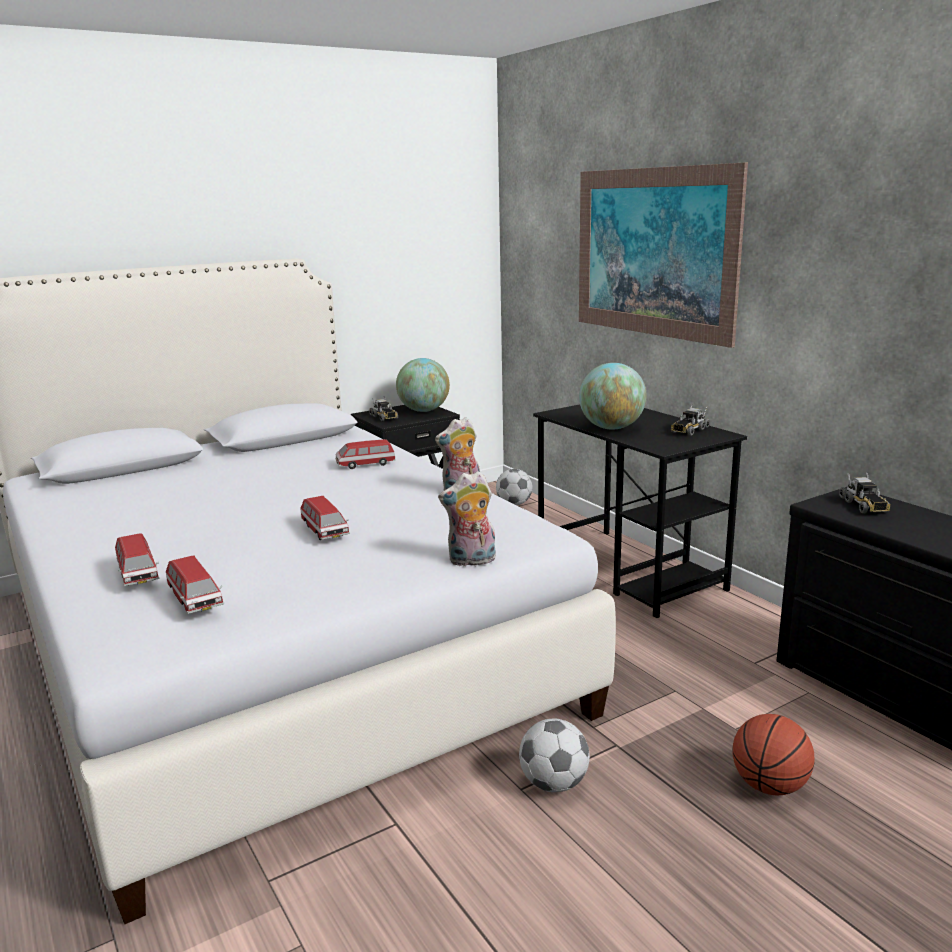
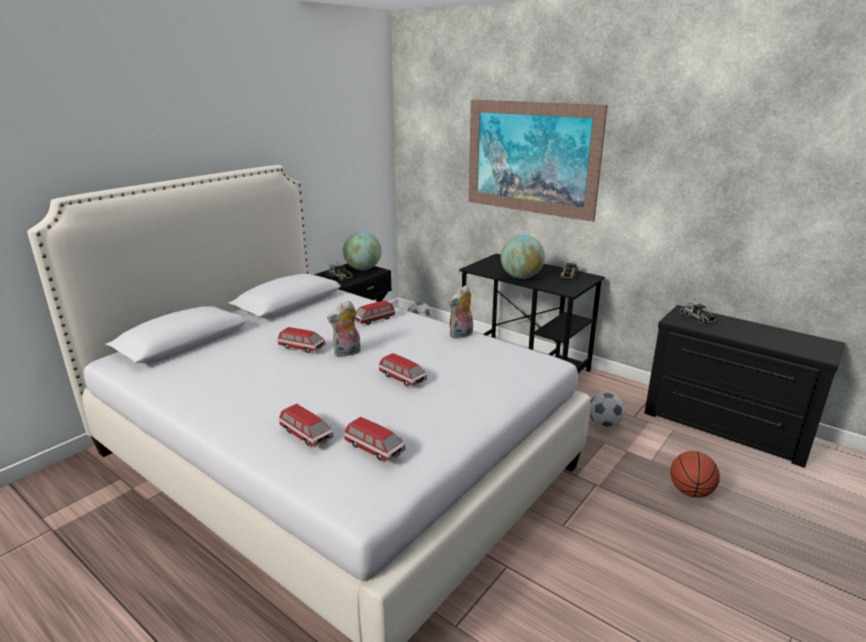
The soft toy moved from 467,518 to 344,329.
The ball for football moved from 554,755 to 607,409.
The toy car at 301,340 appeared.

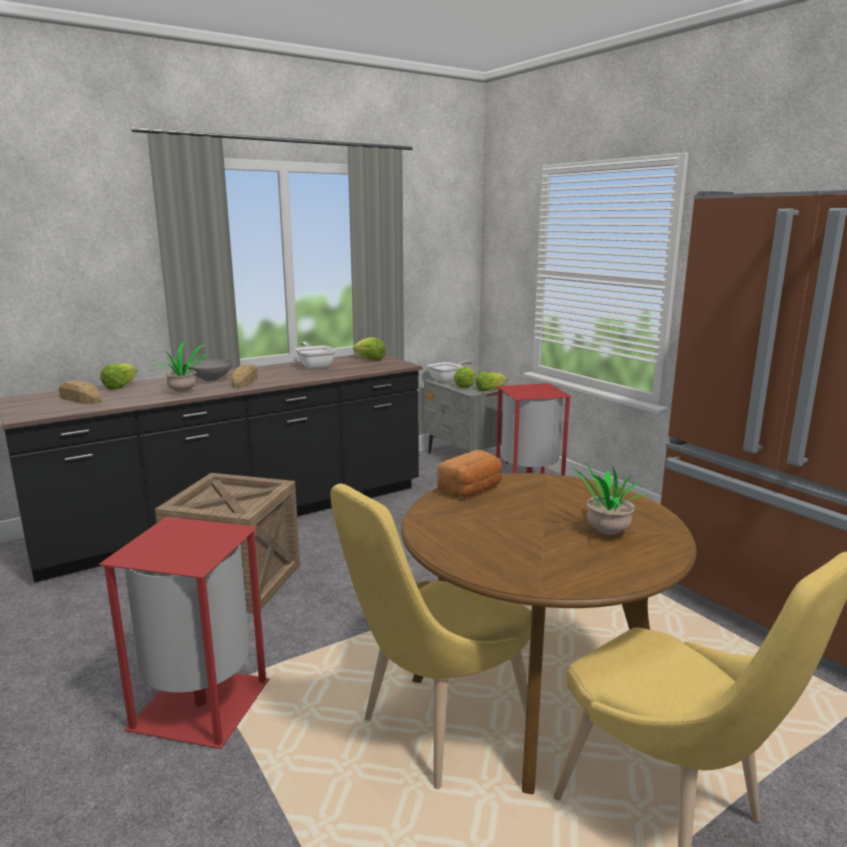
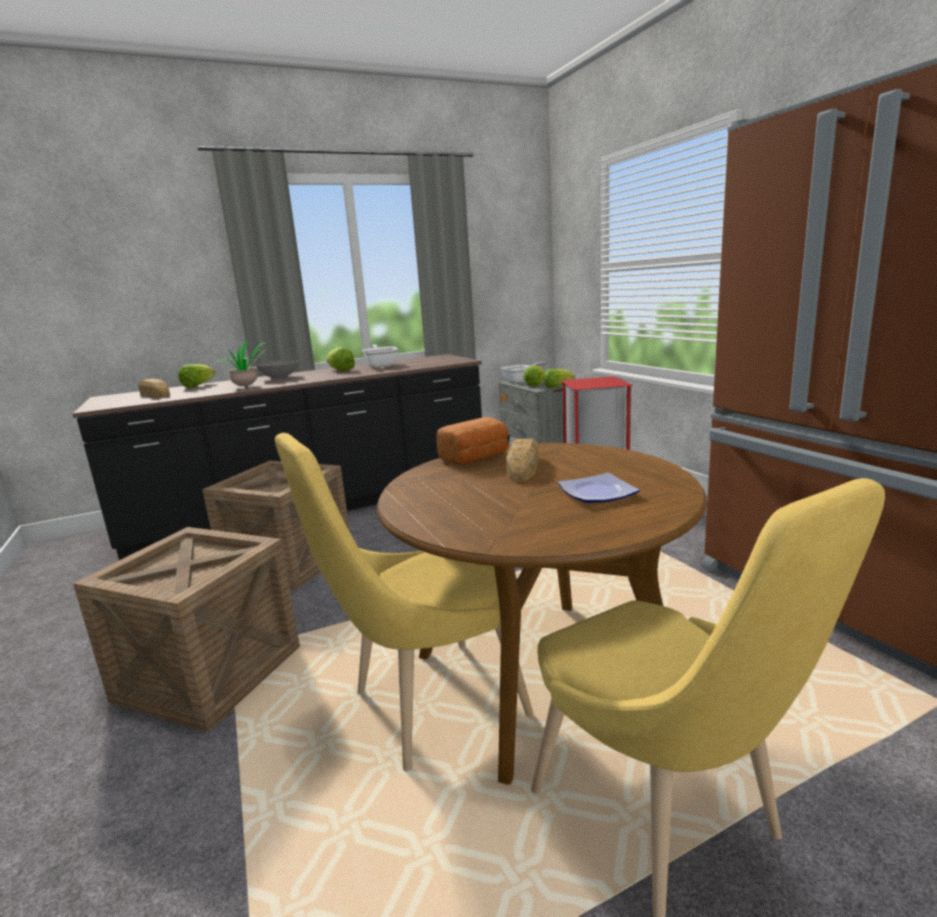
The lettuce moved from 369,349 to 340,359.
The bread moved from 244,376 to 522,460.
The plant in a pot at 609,496 was replaced by the flat dish at 599,488.
The red rubbish bin at 184,633 was replaced by the packing crate at 186,629.

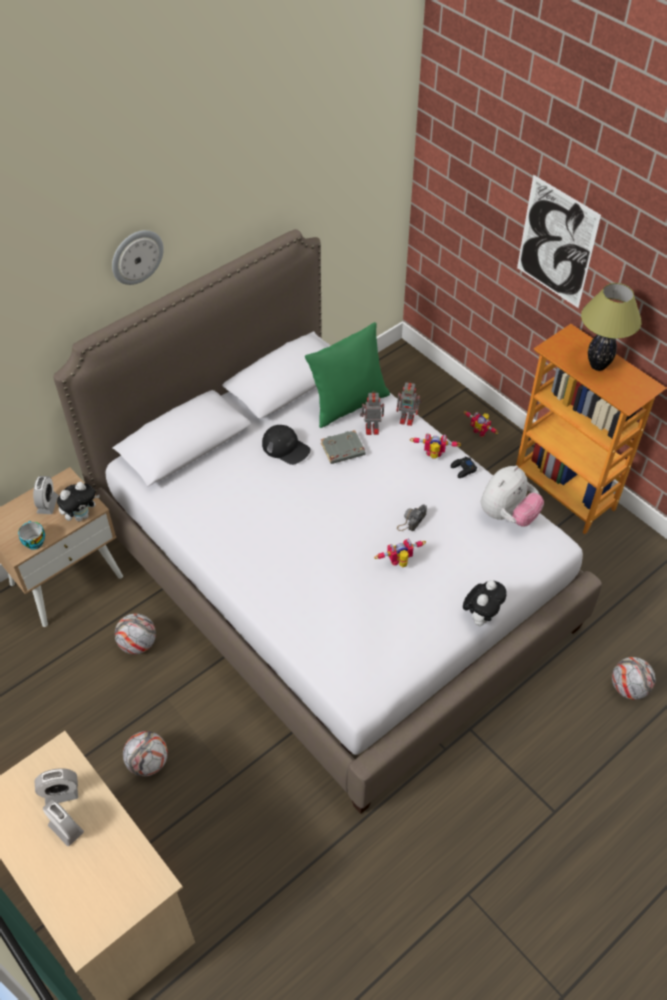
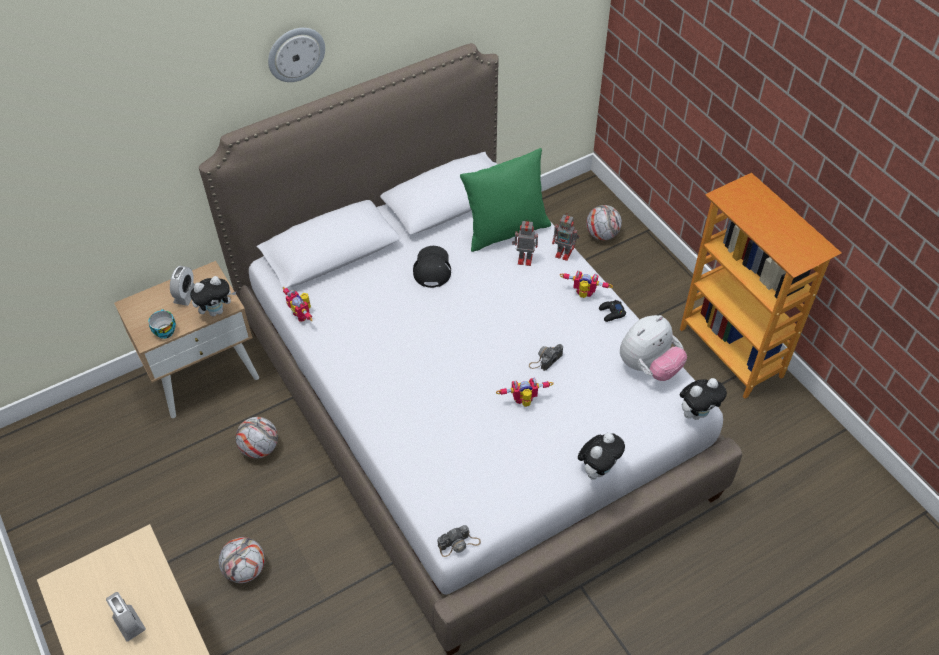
The picture at 559,241 disappeared.
The tabletop lamp at 611,327 disappeared.
The robot figure moved from 481,424 to 298,304.
The blackish cap at 286,445 turned 135 degrees counterclockwise.
The greyish bound book at 343,447 disappeared.
The ball for football moved from 633,678 to 604,222.
The bedside clock at 56,786 disappeared.
The soft toy at 703,399 appeared.
The photo camera at 459,541 appeared.

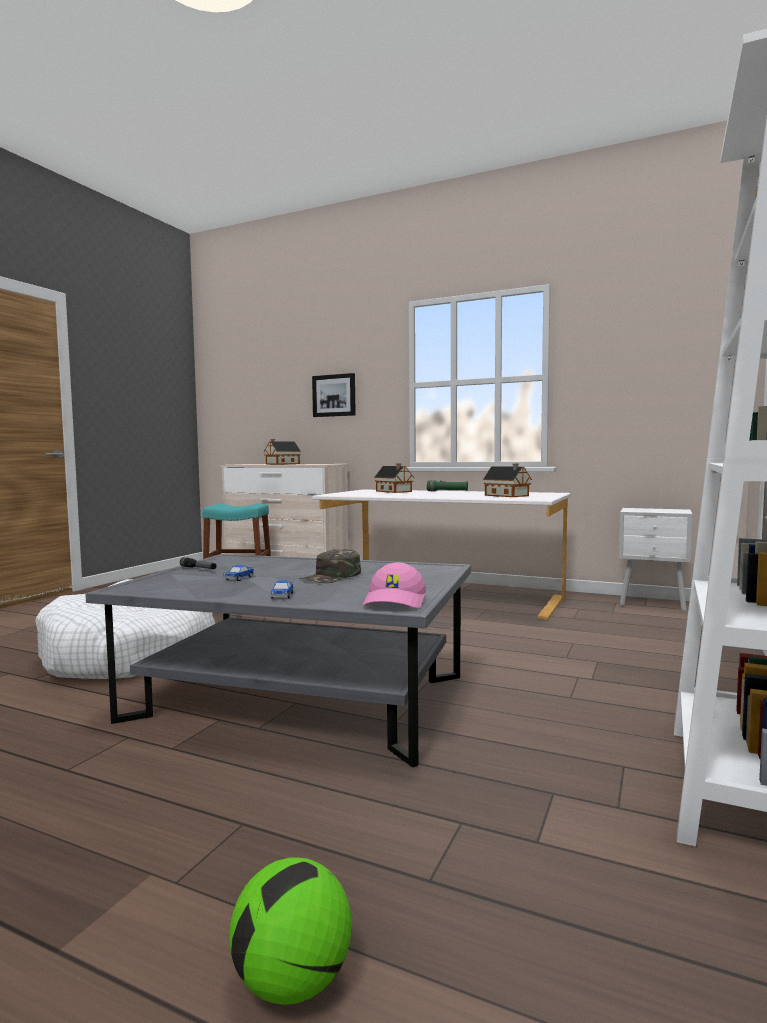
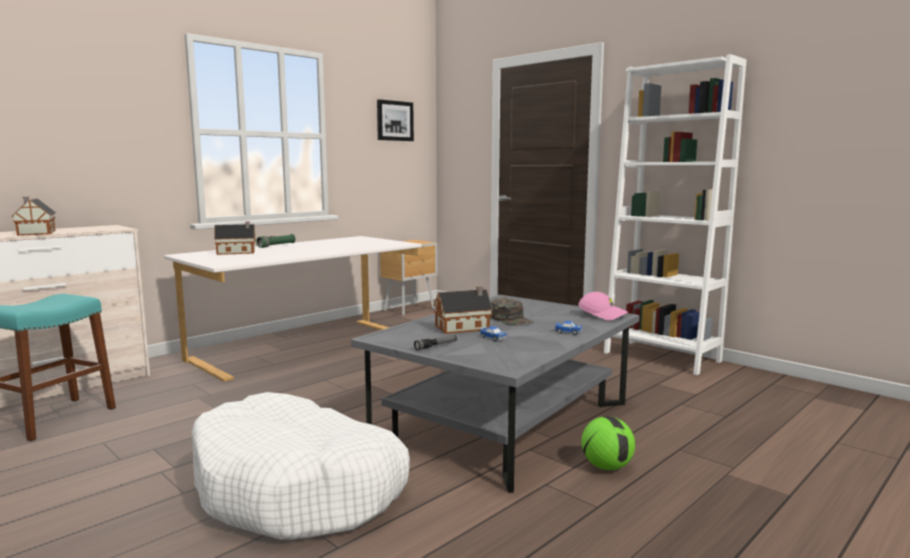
The picture moved from 334,395 to 395,120.
The model house moved from 507,480 to 463,310.
The white-coloured night table at 655,560 became the brown-coloured night table at 408,278.
The ball for football moved from 290,931 to 608,443.

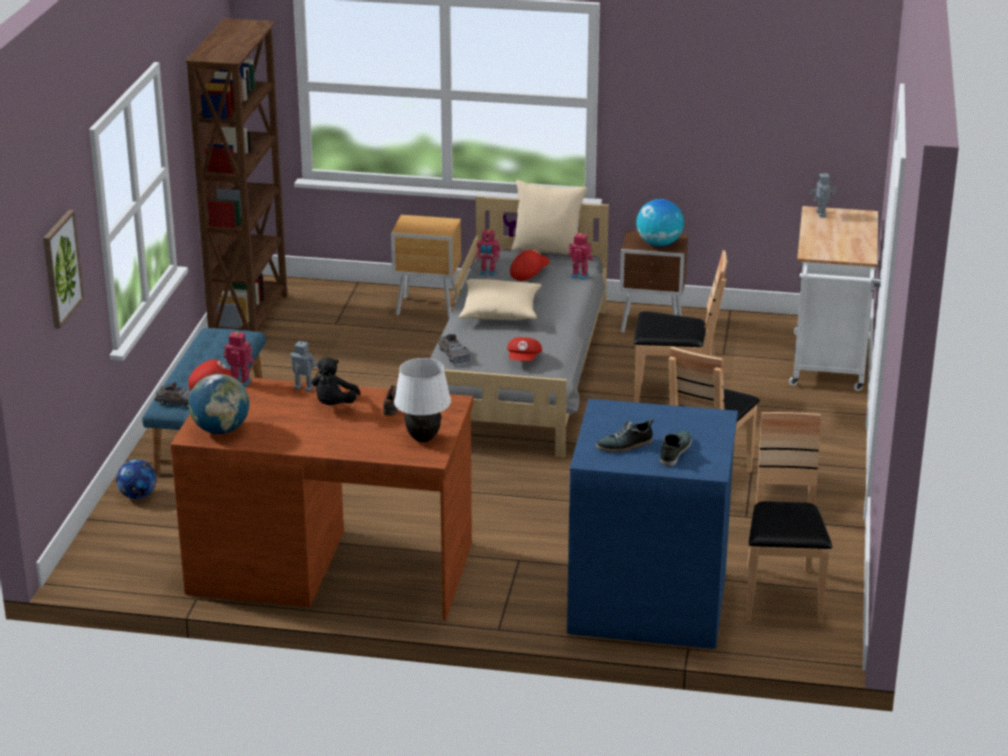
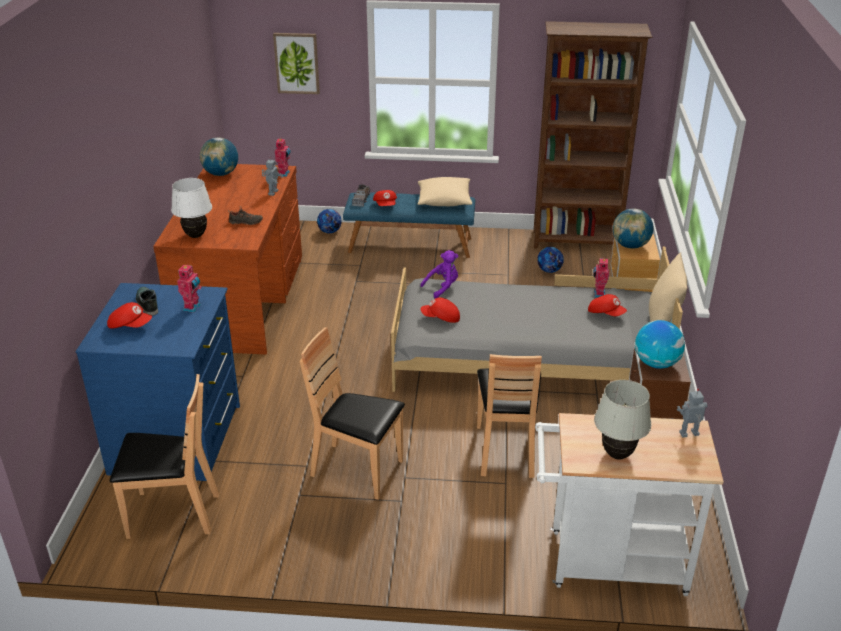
The robot figure moved from 580,256 to 189,288.
The beige pillow moved from 500,299 to 445,191.
The greyish toy car at 454,350 was replaced by the purple soft toy at 439,274.
The blackish soft toy at 336,381 disappeared.
The low shoe at 676,449 was replaced by the red cap at 129,315.
The desk globe at 633,229 appeared.
The ball for football at 550,260 appeared.
The white-coloured tabletop lamp at 622,420 appeared.

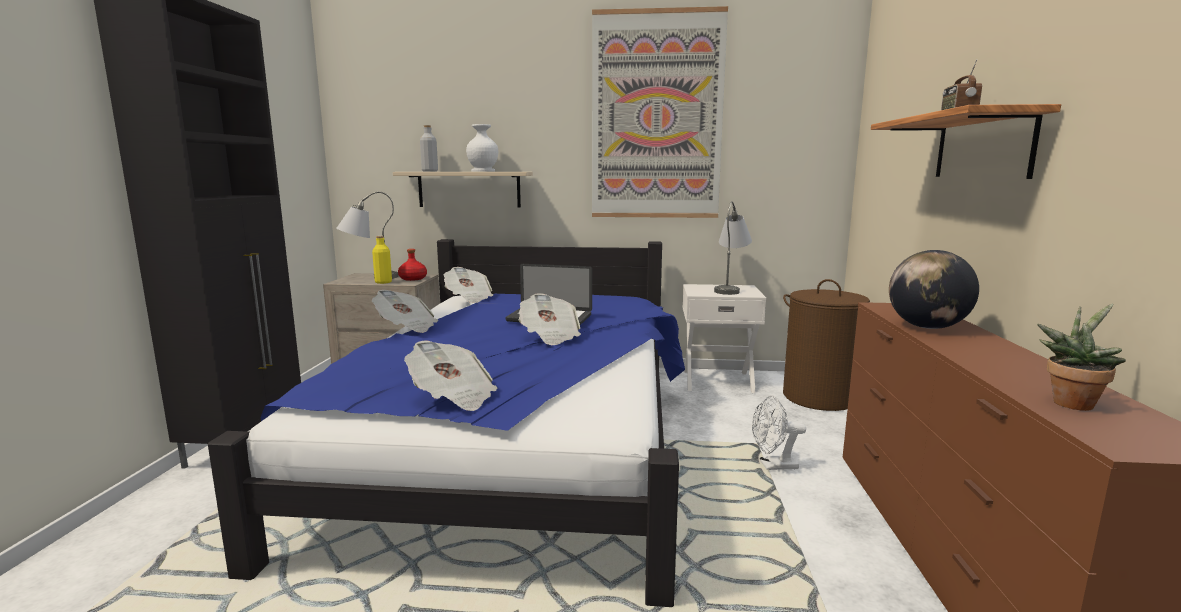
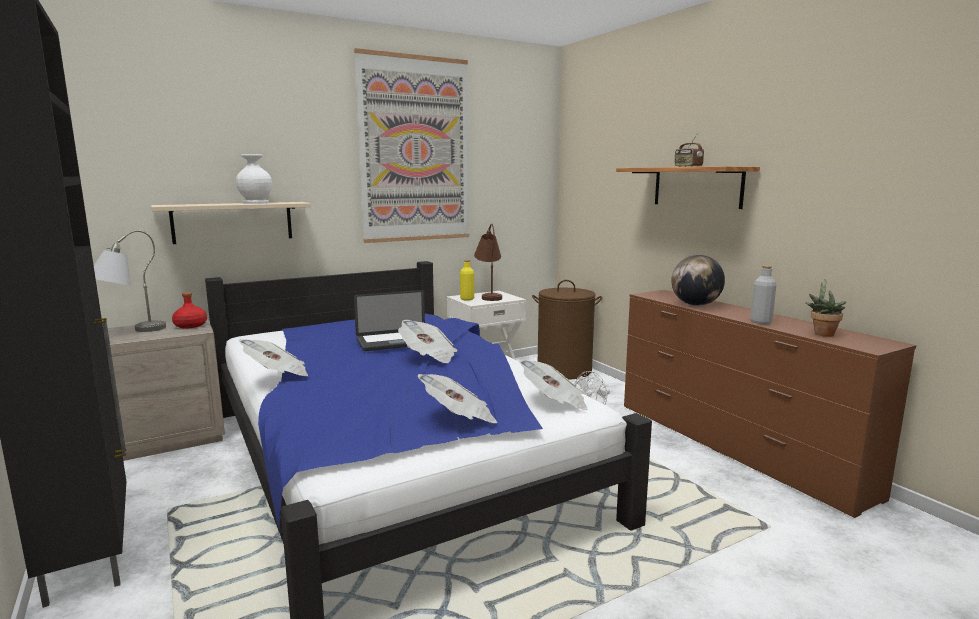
The greyish drink bottle moved from 429,148 to 763,294.
The greyish tabletop lamp at 733,248 became the brown-coloured tabletop lamp at 488,262.
The yellow-coloured drink bottle moved from 382,260 to 467,280.
The daily paper moved from 468,285 to 553,384.

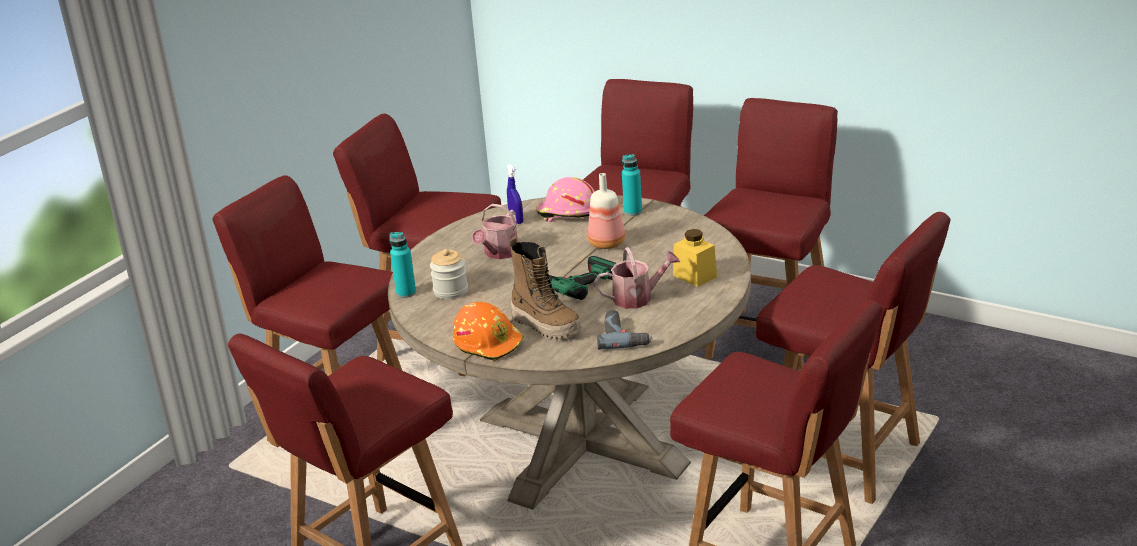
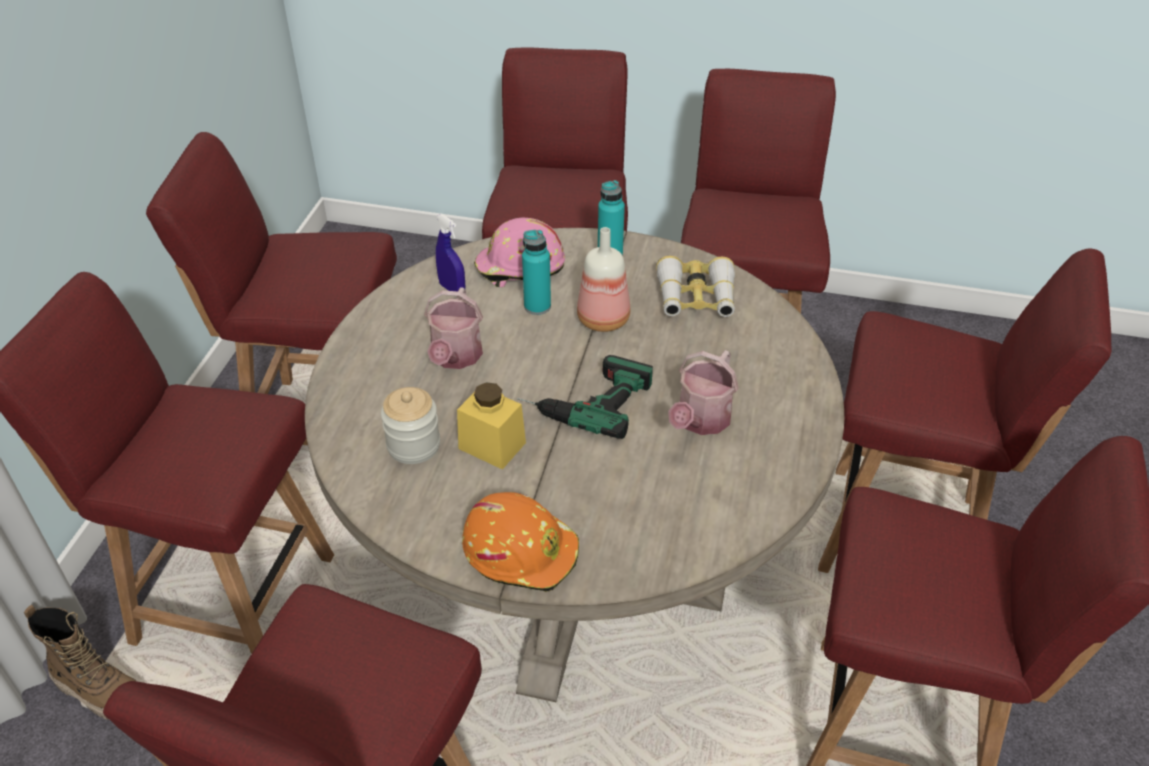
The yellow-coloured preserve jar moved from 695,258 to 491,426.
The turquoise drink bottle moved from 402,265 to 536,272.
The high-top boot moved from 545,288 to 80,662.
The watering can at 637,278 turned 150 degrees clockwise.
The power drill at 624,329 disappeared.
The pair of binoculars at 695,286 appeared.

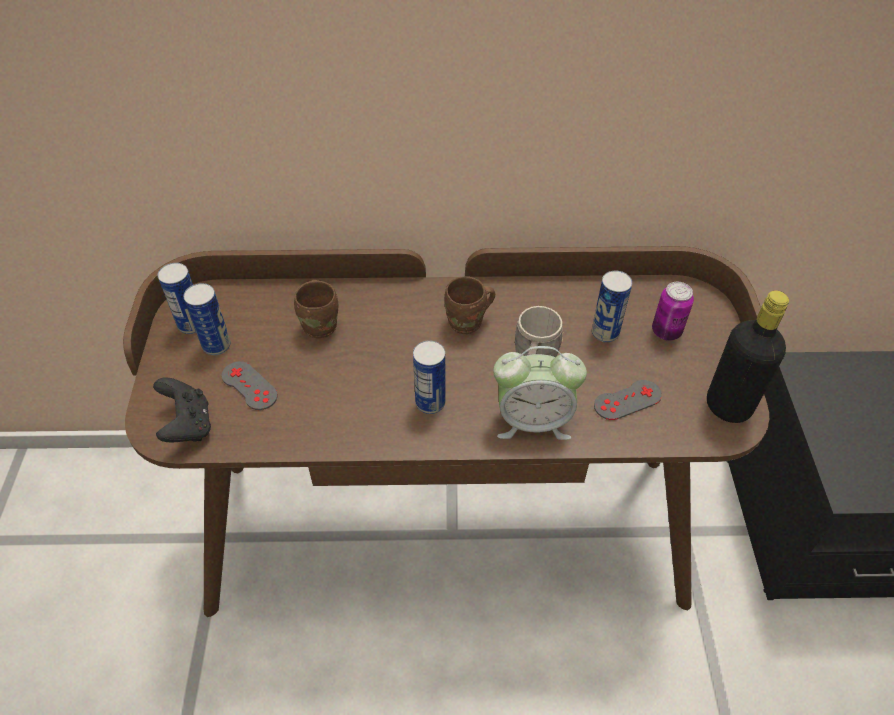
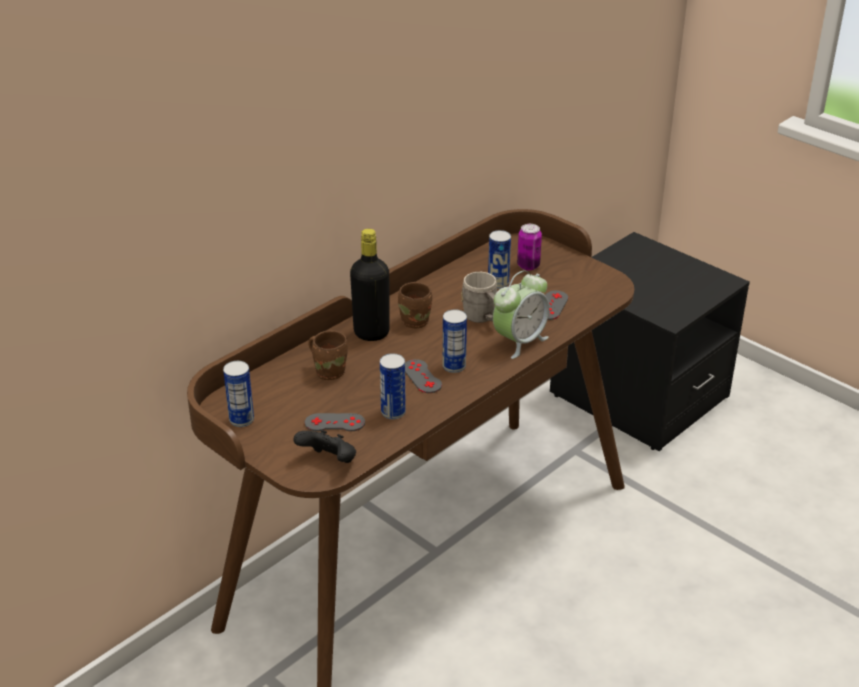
The sealed can moved from 207,319 to 393,386.
The blackish drink bottle moved from 748,356 to 370,285.
The greyish gamepad at 423,376 appeared.

